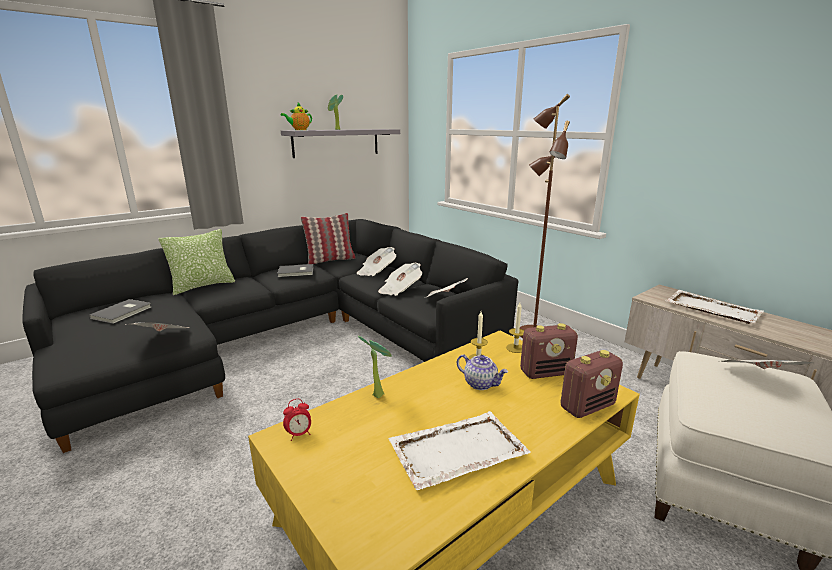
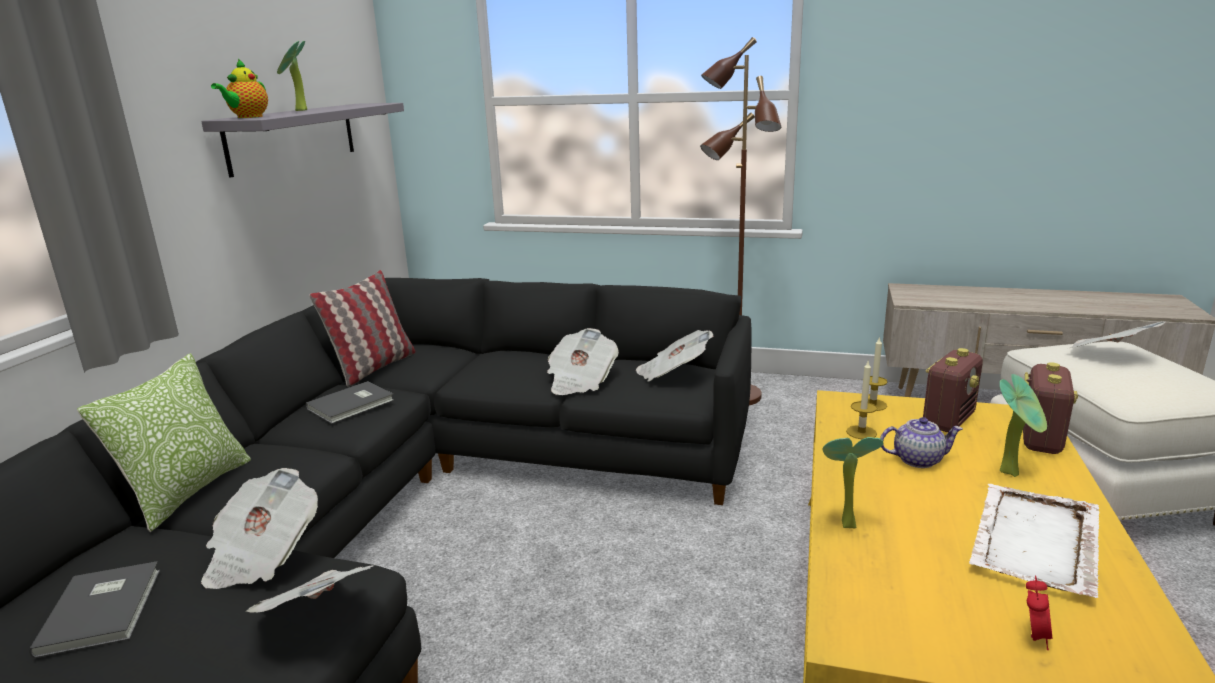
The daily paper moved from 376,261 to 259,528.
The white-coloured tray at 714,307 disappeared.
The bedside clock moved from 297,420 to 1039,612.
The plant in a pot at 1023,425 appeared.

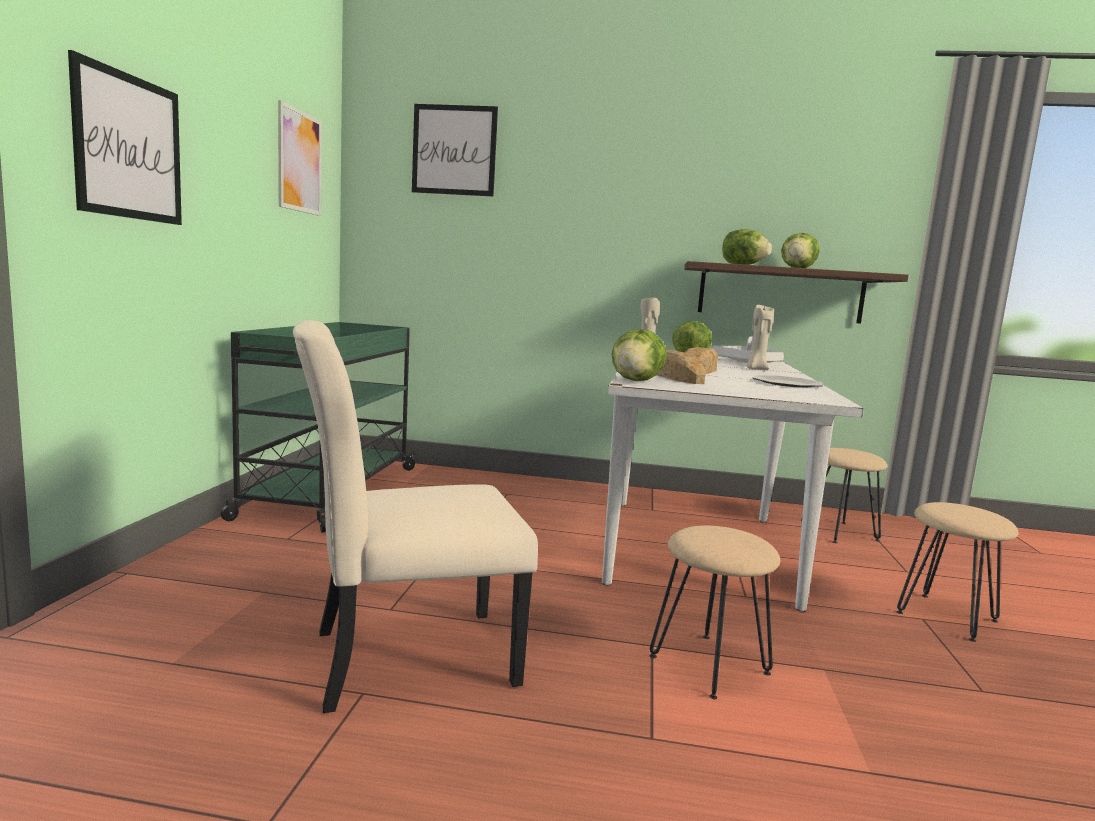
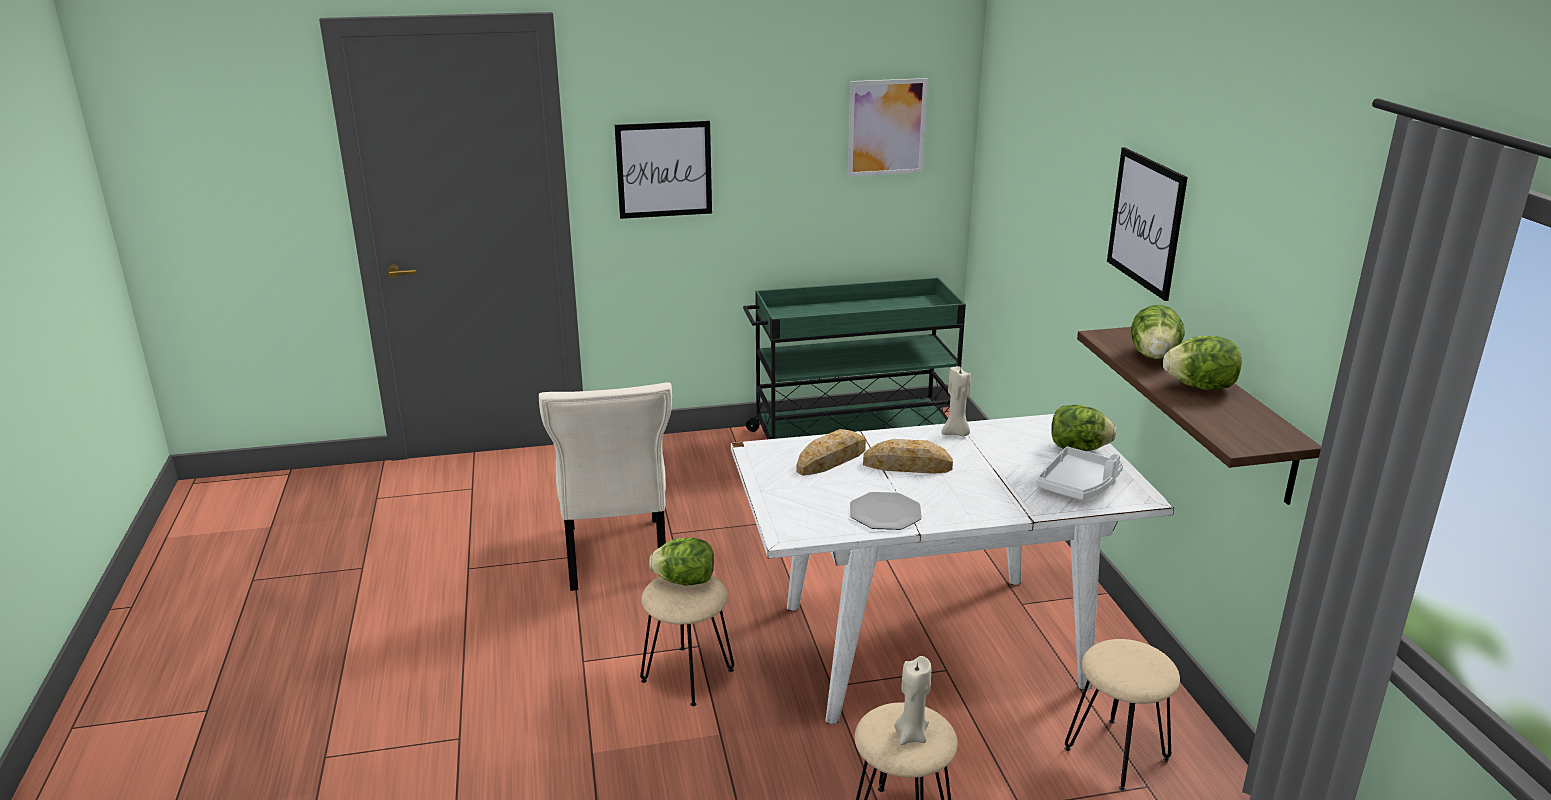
The picture moved from 455,150 to 1147,224.
The beige wax light moved from 760,337 to 912,700.
The beige plain chair at 415,516 turned 150 degrees counterclockwise.
The lettuce moved from 639,355 to 681,562.

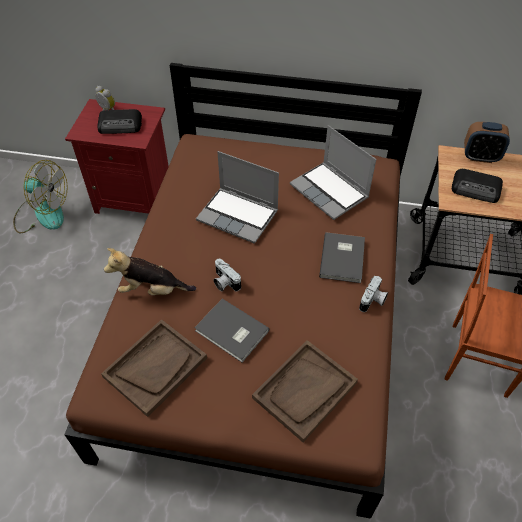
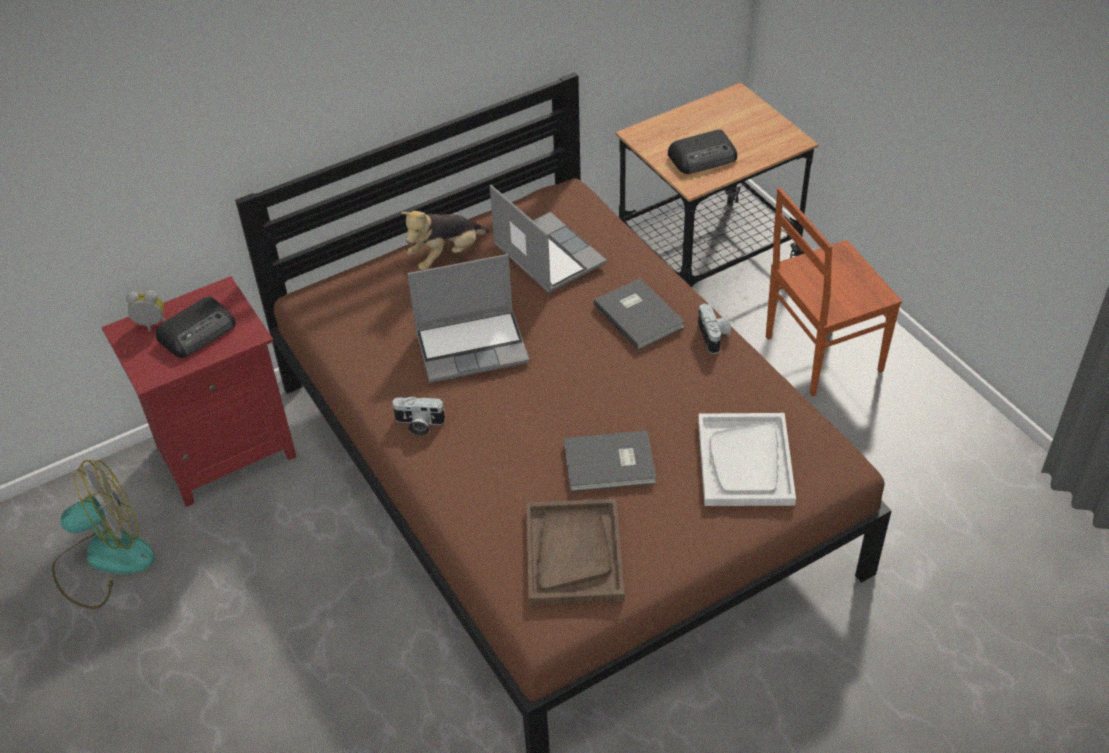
The bedside clock at 487,142 disappeared.
The notebook computer at 333,172 turned 135 degrees counterclockwise.
The soft toy moved from 150,271 to 445,240.
The photo camera moved from 227,275 to 419,416.
The brown-coloured tray at 305,391 became the white-coloured tray at 747,459.

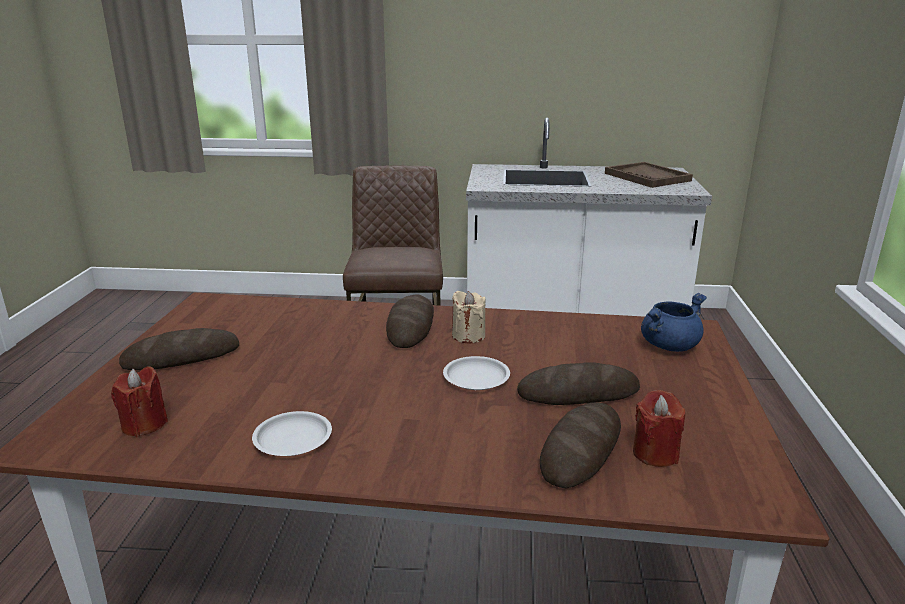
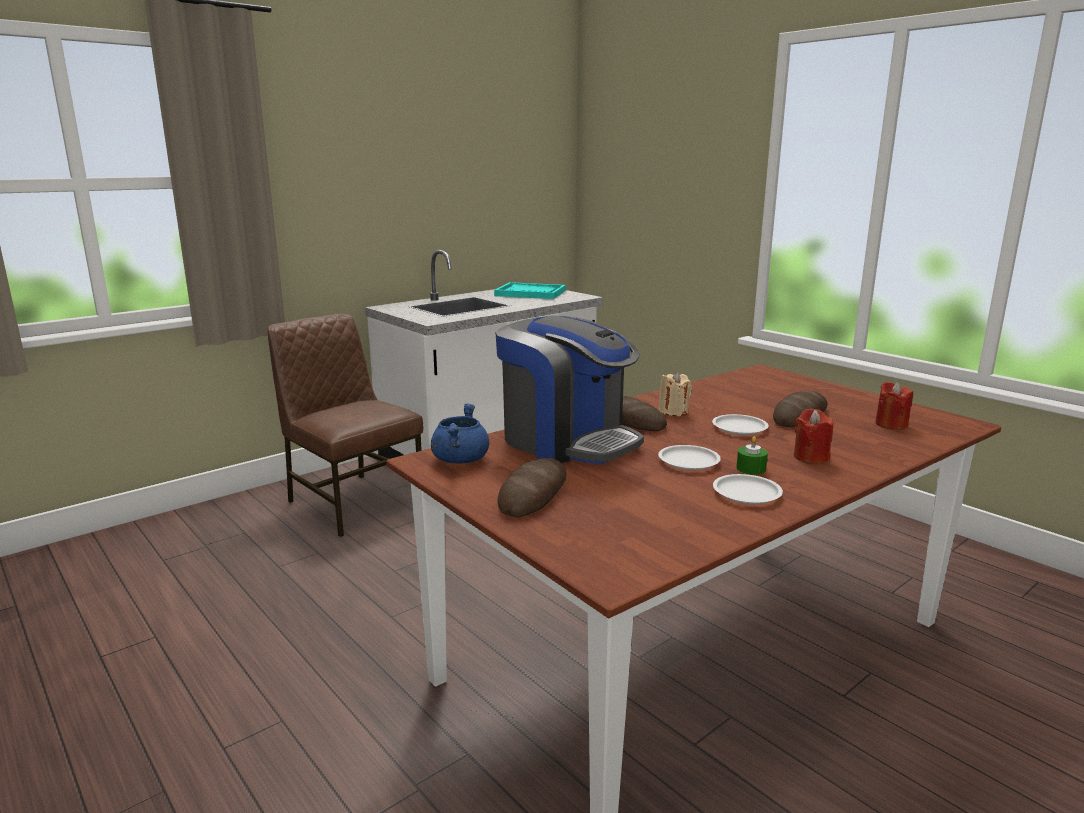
The brown-coloured tray at 649,175 became the turquoise tray at 530,290.
The bluish stockpot moved from 674,322 to 460,433.
The red wax light moved from 139,401 to 813,436.
The bread at 580,445 disappeared.
The coffee maker at 569,390 appeared.
The greenish wax light at 752,456 appeared.
The white-coloured flat dish at 689,457 appeared.

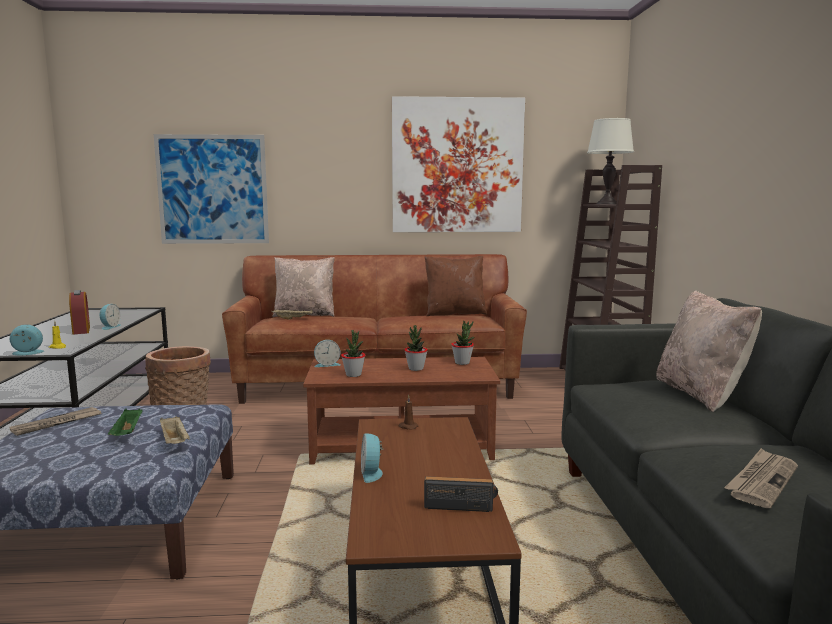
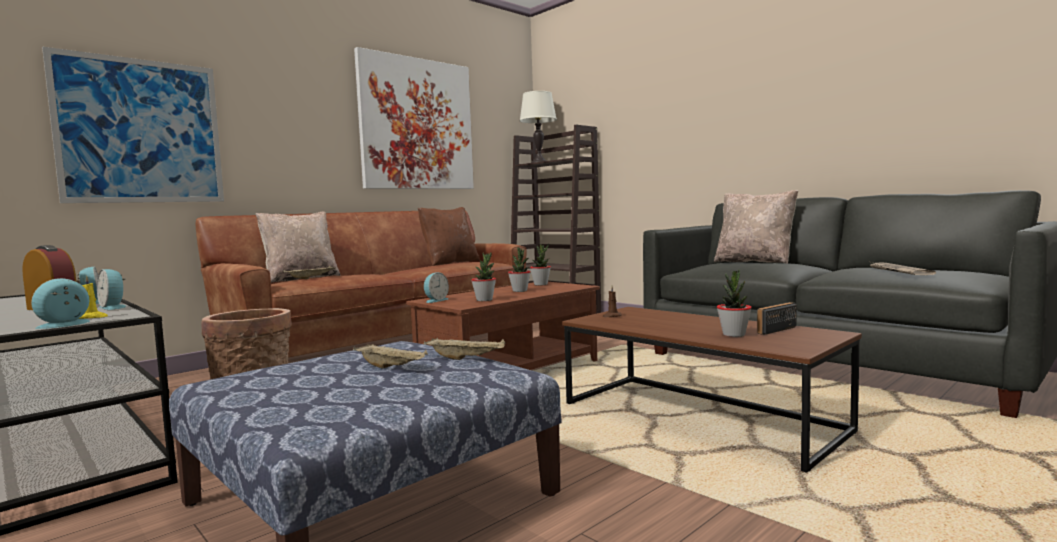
The daily paper at 56,421 disappeared.
The greenish tray at 125,422 became the beige tray at 390,356.
The bedside clock moved from 372,458 to 111,289.
The plant in a pot at 734,303 appeared.

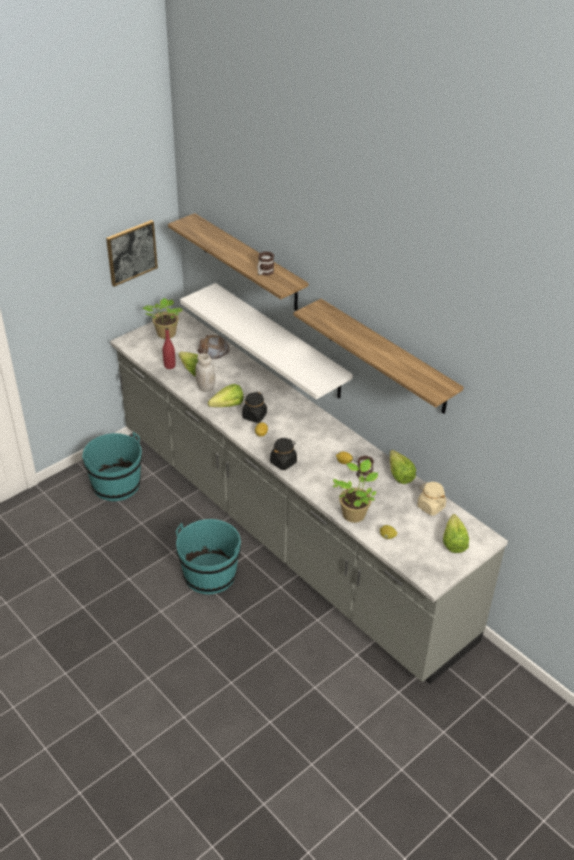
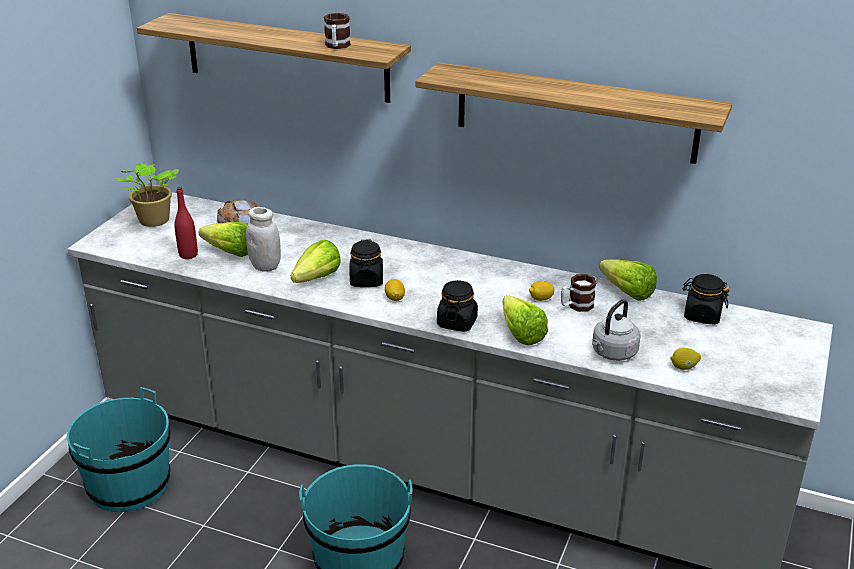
The picture at 132,253 disappeared.
The white-coloured shelf at 266,341 disappeared.
The plant in a pot at 355,491 was replaced by the greyish water kettle at 616,330.
The beige preserve jar at 431,499 became the blackish preserve jar at 706,299.
The lettuce moved from 456,533 to 525,320.

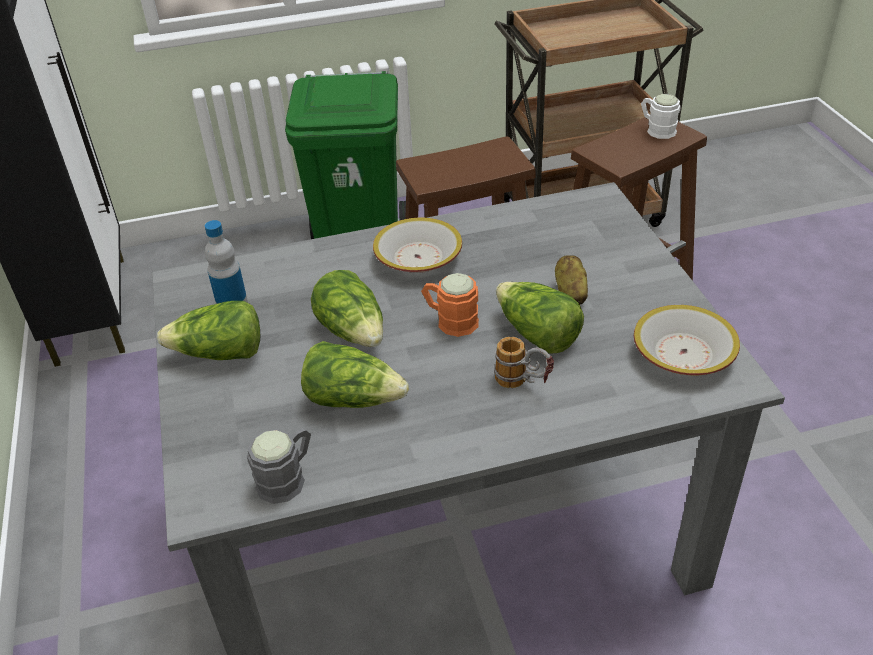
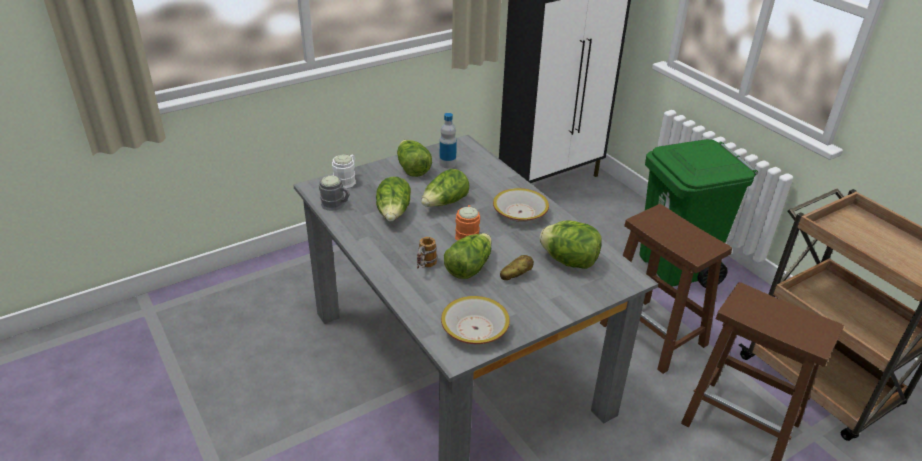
The white-coloured coffee mug moved from 661,116 to 344,171.
The lettuce at 570,244 appeared.

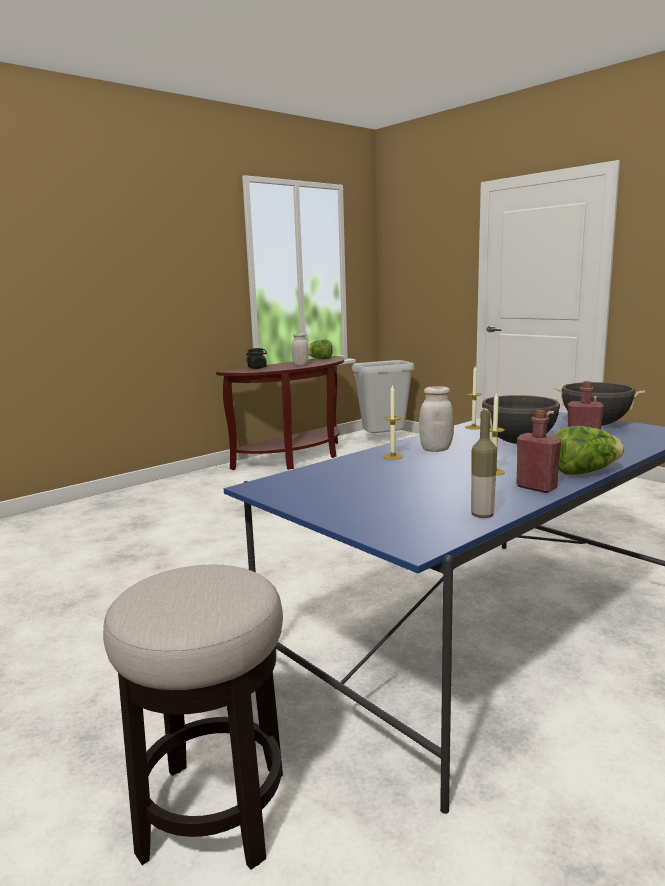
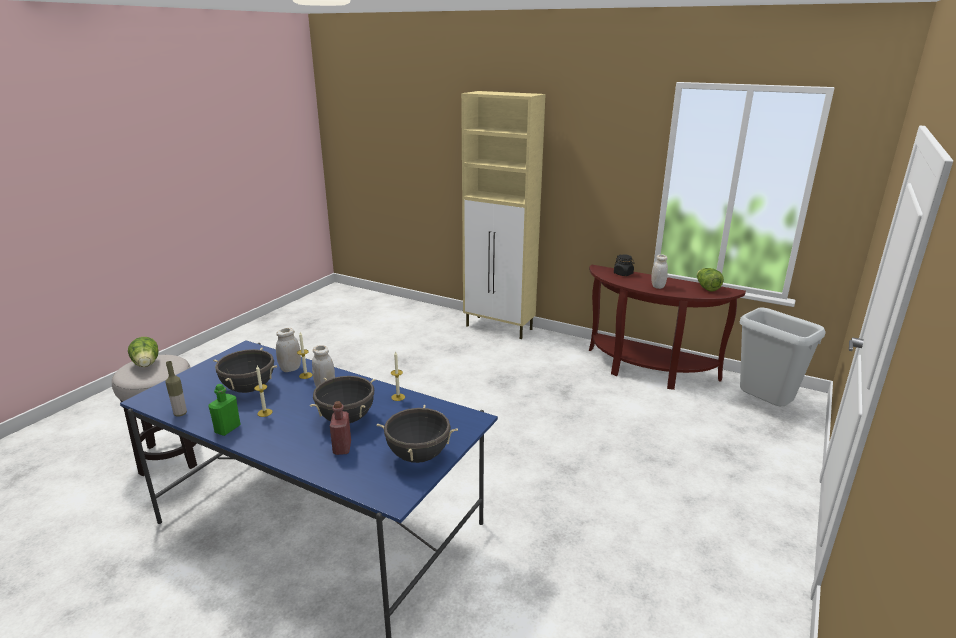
The red drink bottle at 538,451 became the greenish drink bottle at 224,410.
The lettuce moved from 589,450 to 143,352.
The beige storage cabinet at 503,215 appeared.
The white-coloured preserve jar at 288,350 appeared.
The blackish stockpot at 245,370 appeared.

